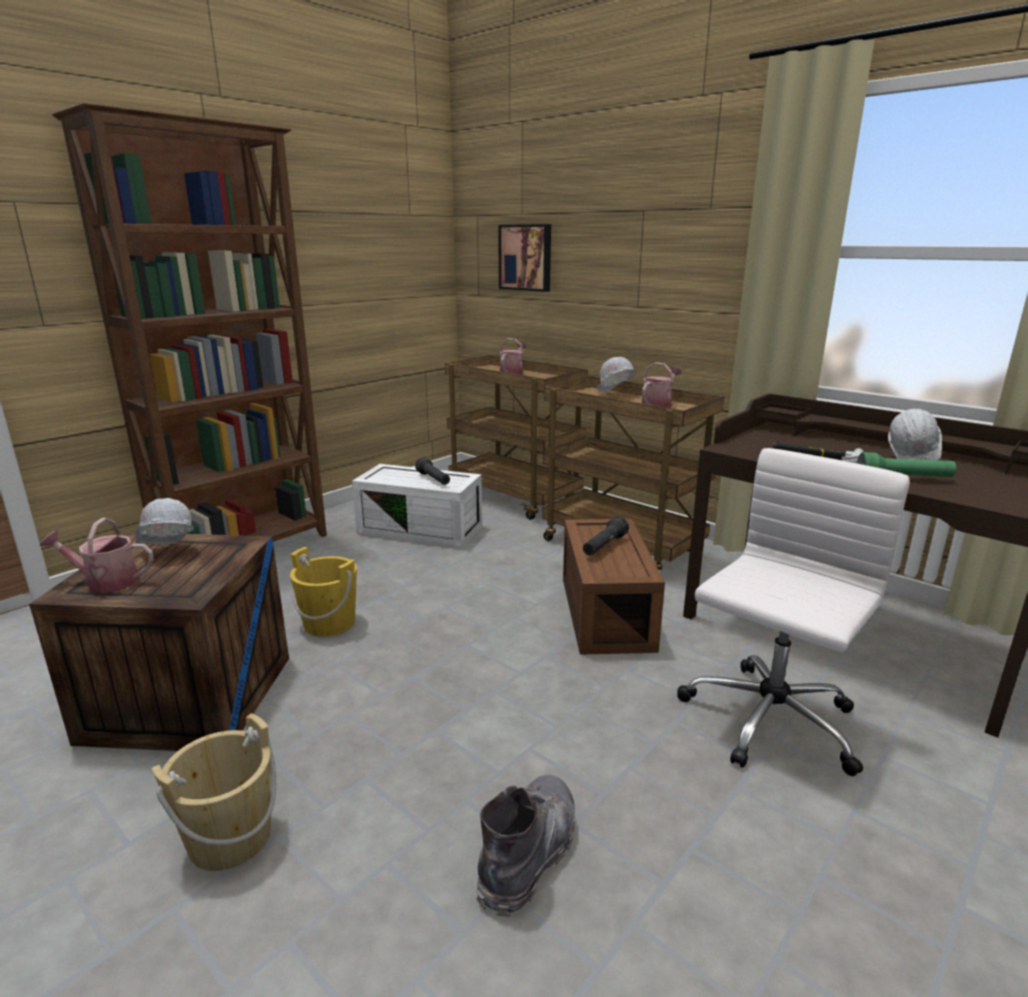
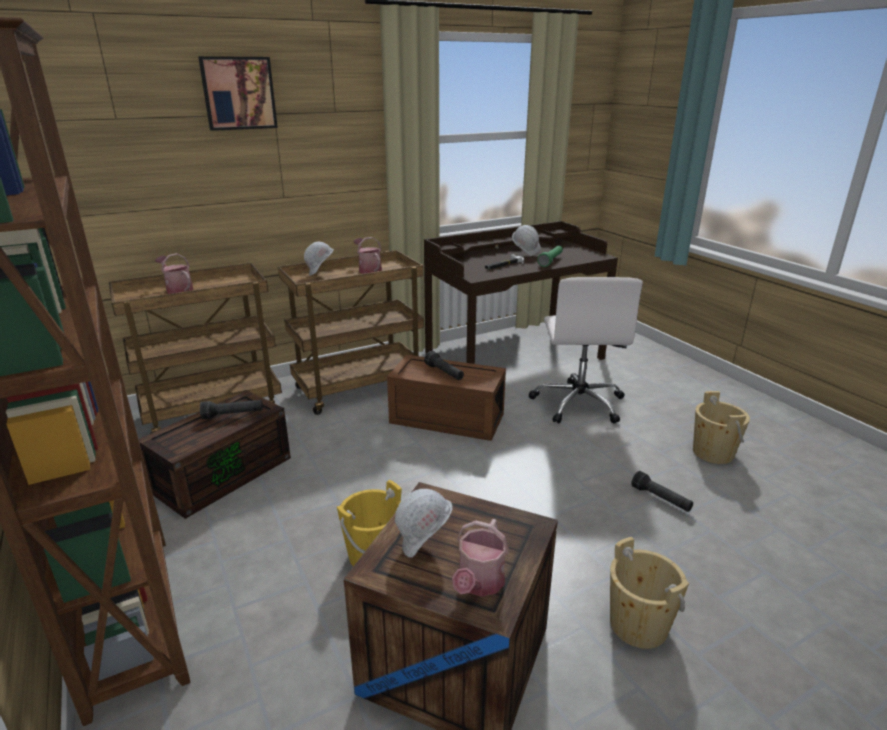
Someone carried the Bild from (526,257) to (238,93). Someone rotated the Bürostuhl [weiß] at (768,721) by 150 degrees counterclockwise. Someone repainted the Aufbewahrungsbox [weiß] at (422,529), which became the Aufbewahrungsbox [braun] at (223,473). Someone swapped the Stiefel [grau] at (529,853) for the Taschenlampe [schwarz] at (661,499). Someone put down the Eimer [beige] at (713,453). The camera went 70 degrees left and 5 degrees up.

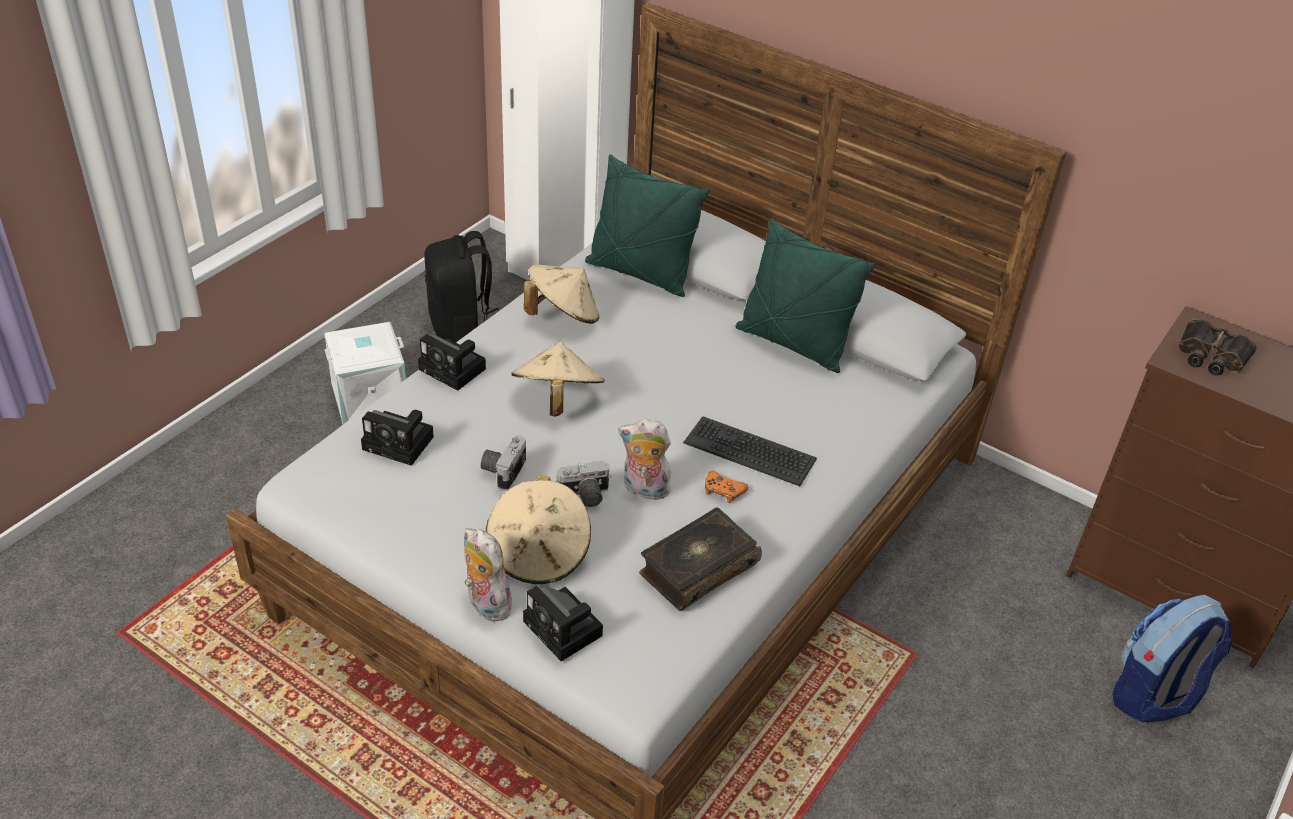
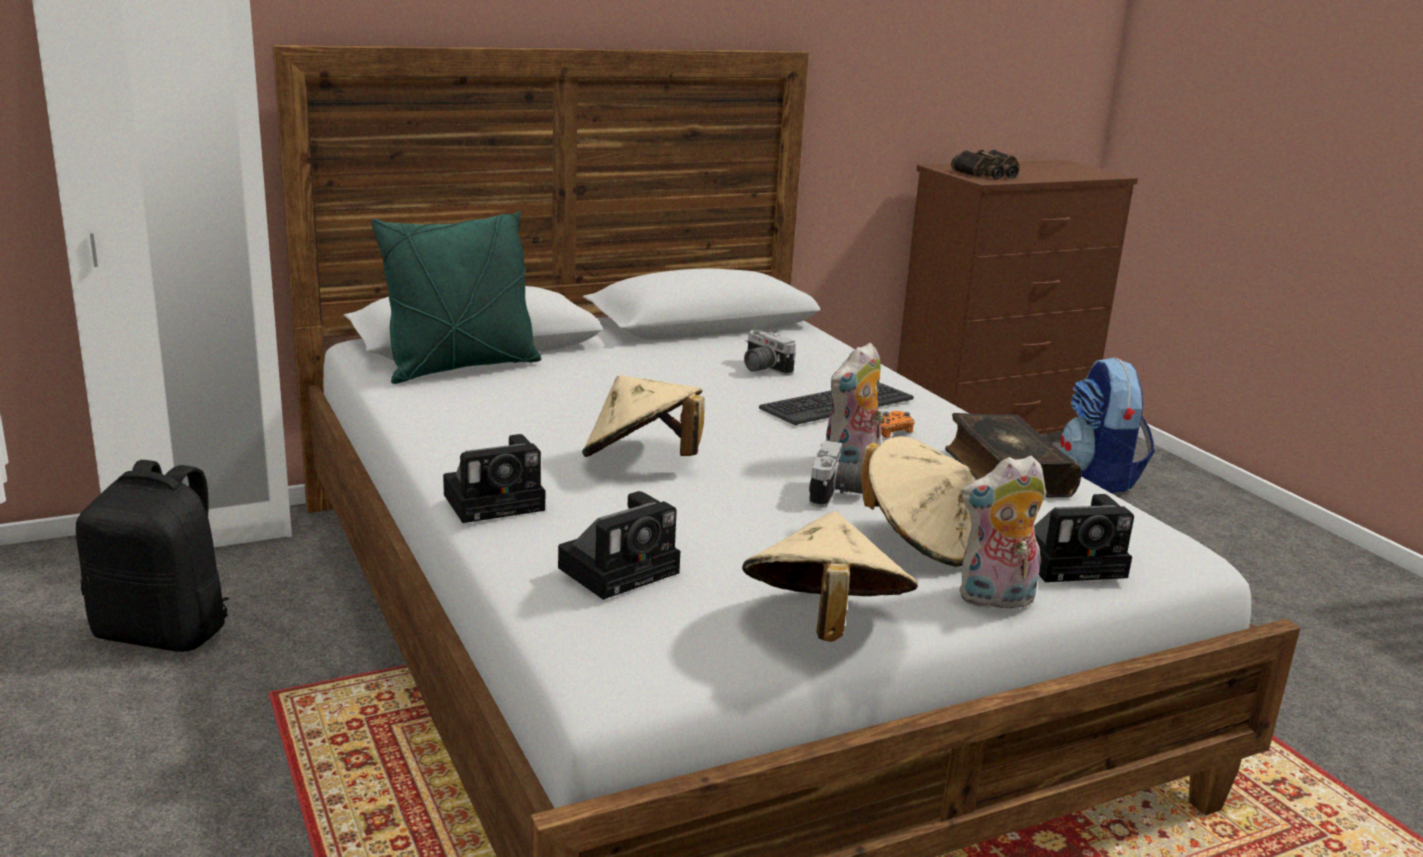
Someone took away the Kissen [grün] at (793,344). Someone carried the Hut [beige] from (563,315) to (823,625). Someone took away the Aufbewahrungsbox [weiß] at (370,397). Someone carried the Kamera from (503,470) to (761,369). The camera went 60 degrees left and 20 degrees down.

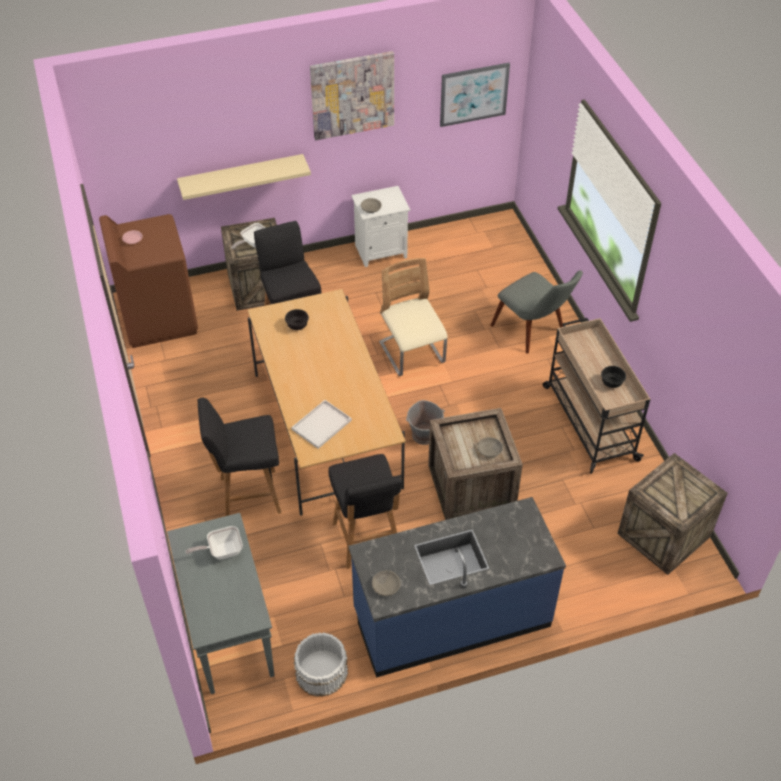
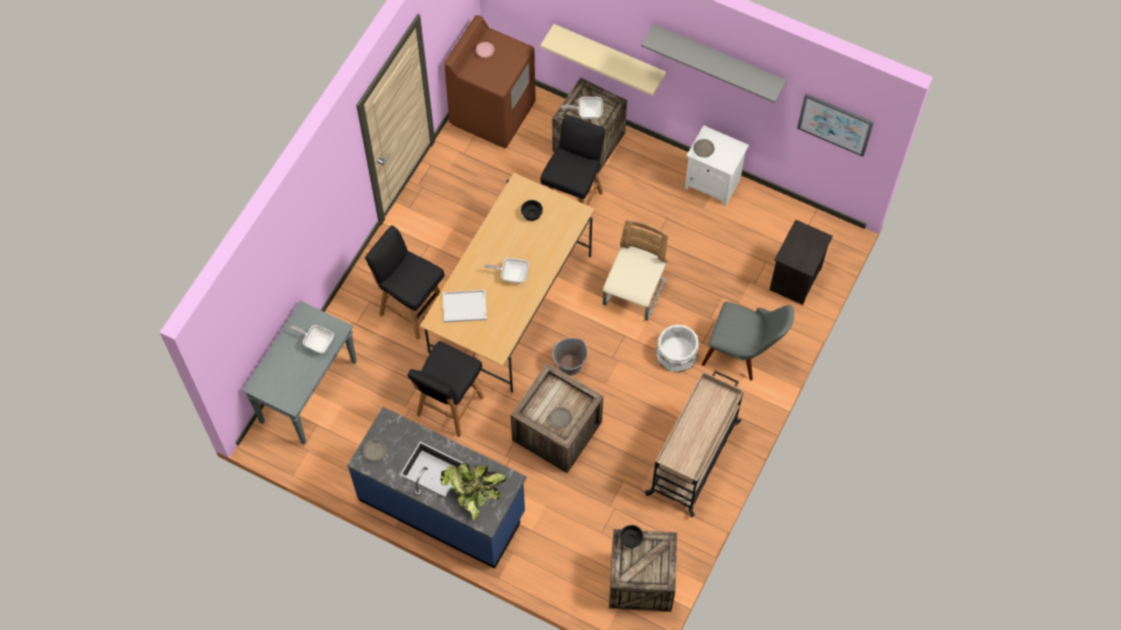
Someone swapped the Bild at (352,95) for the Wandregal [grau] at (718,59). Someone rotated the Stuhl [grau] at (534,332) by 75 degrees counterclockwise. Someone carried the Schüssel [schwarz] from (611,382) to (631,539). Someone carried the Eimer [weiß] from (321,671) to (676,353). Someone put down the Nachttisch [schwarz] at (796,280). Someone put down the Pfanne at (511,275). Someone put down the Topfpflanze at (473,494). The camera went 45 degrees right and 15 degrees up.

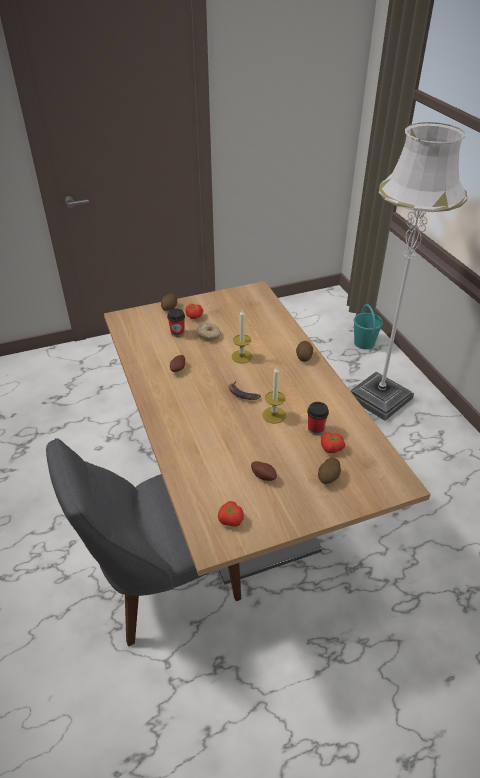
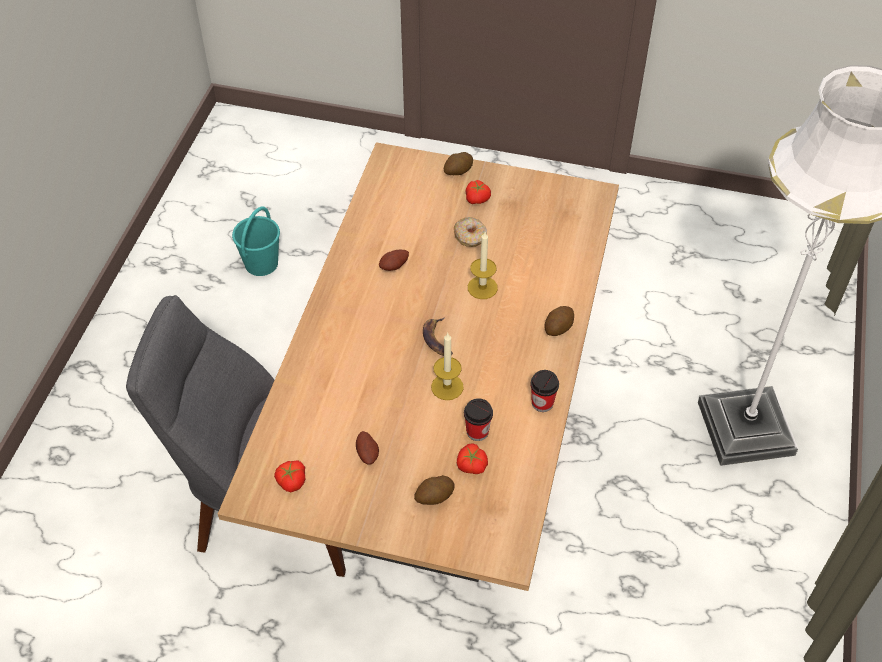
Someone carried the Eimer [türkis] from (364,343) to (262,263). Someone carried the Tasse from (177,332) to (542,403). The camera went 35 degrees right and 10 degrees up.

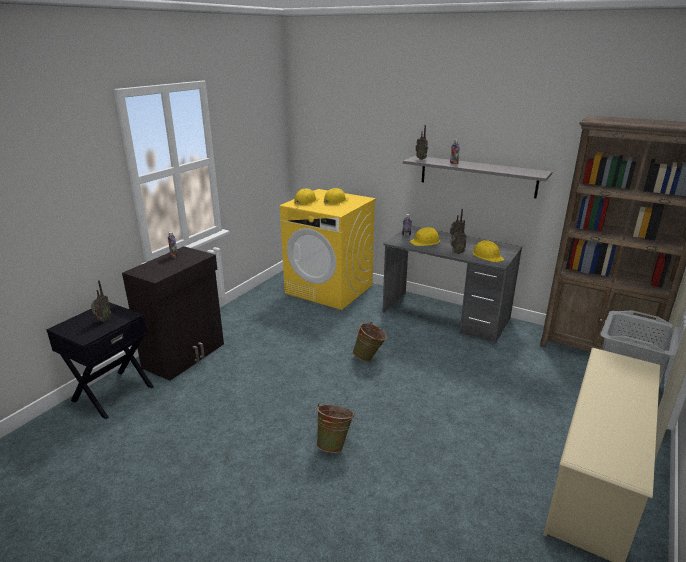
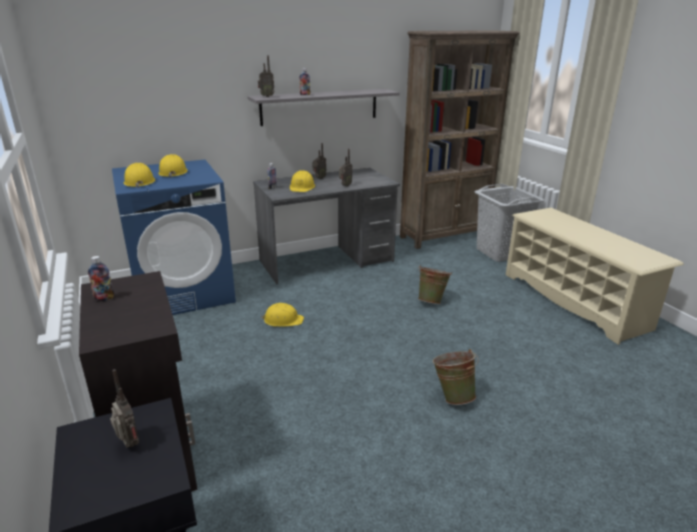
Someone repainted the Waschmaschine [gelb] at (329,289), which became the Waschmaschine [blau] at (184,292). Someone carried the Schutzhelm [gelb] from (487,256) to (283,320). Someone carried the Eimer [grün] from (370,357) to (432,301). The camera went 55 degrees left and 0 degrees up.

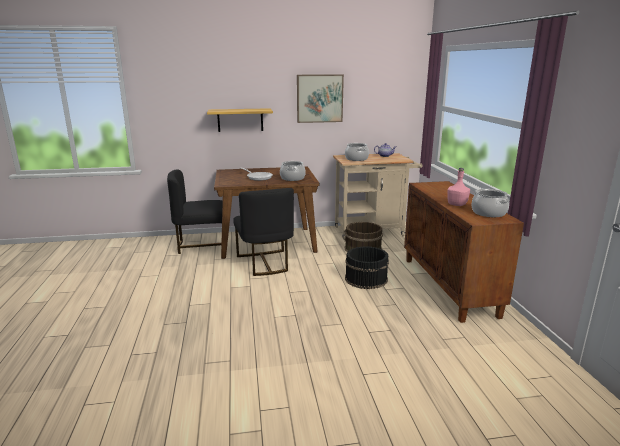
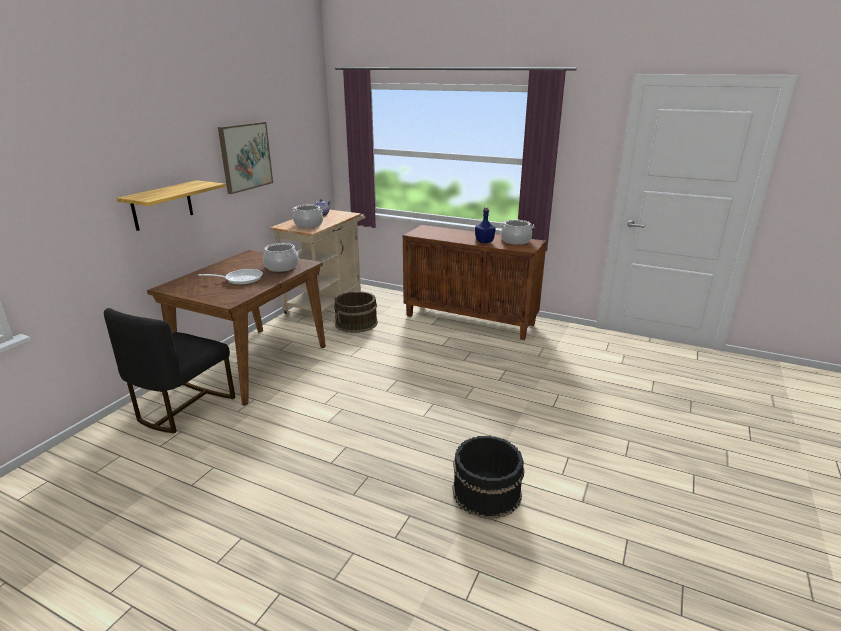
Someone repainted the Flasche [rosa] at (457,204), which became the Flasche [blau] at (484,241). Someone took away the Stuhl [schwarz] at (265,263). Someone carried the Eimer [schwarz] from (365,278) to (485,492). The camera went 55 degrees left and 5 degrees up.

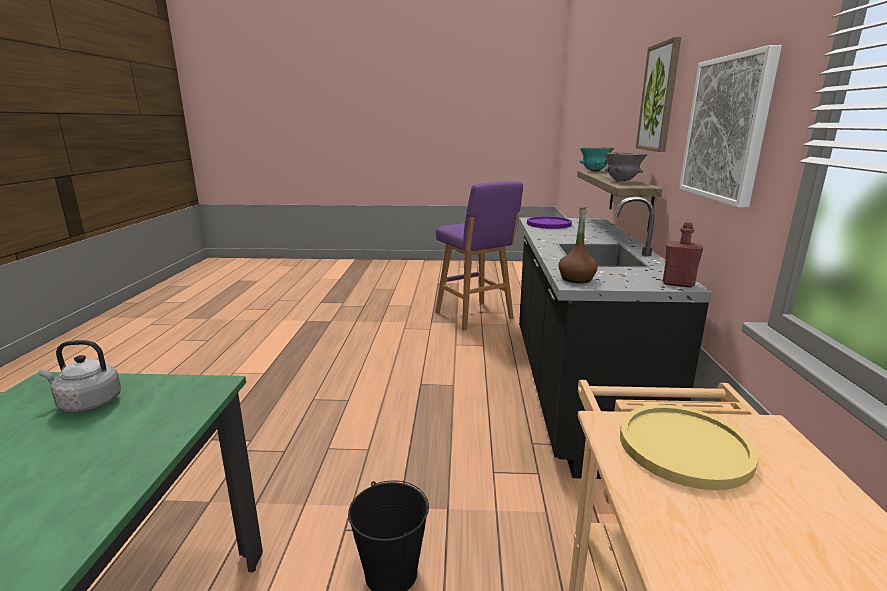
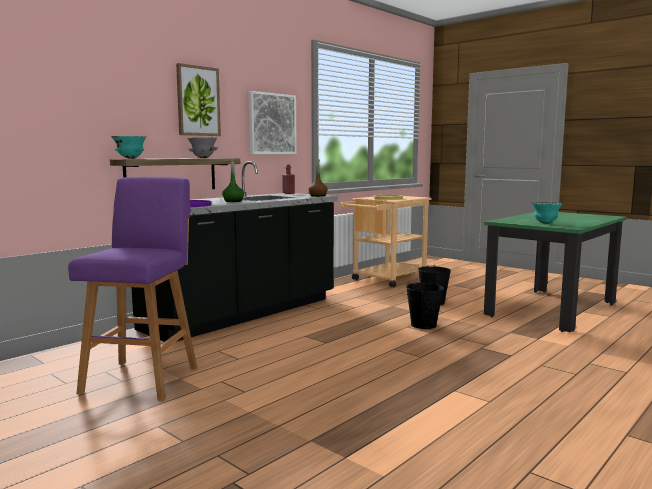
Someone swapped the Wasserkessel [grau] at (87,403) for the Schüssel [türkis] at (545,223). Someone put down the Flasche [grün] at (233,201). Someone put down the Eimer [schwarz] at (423,325). The camera went 140 degrees left and 10 degrees down.

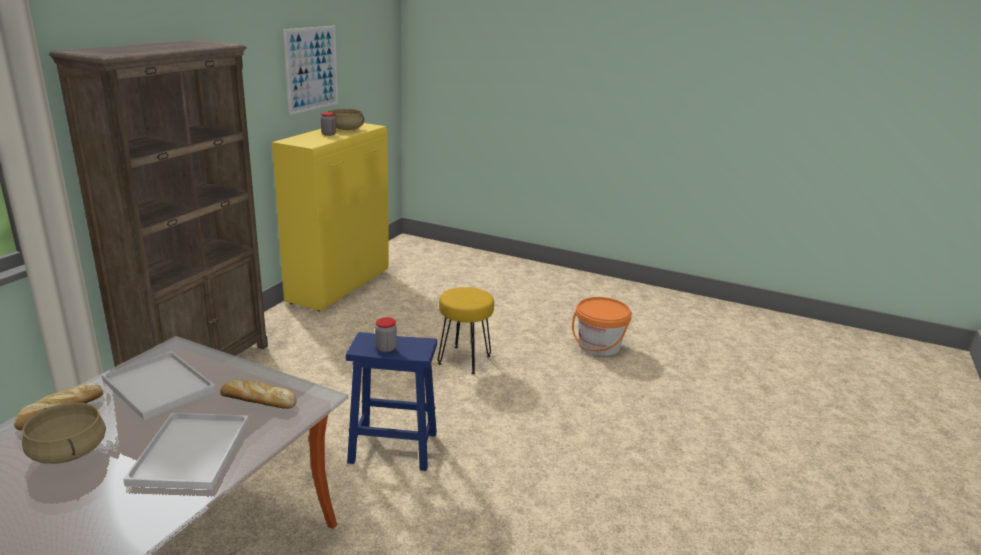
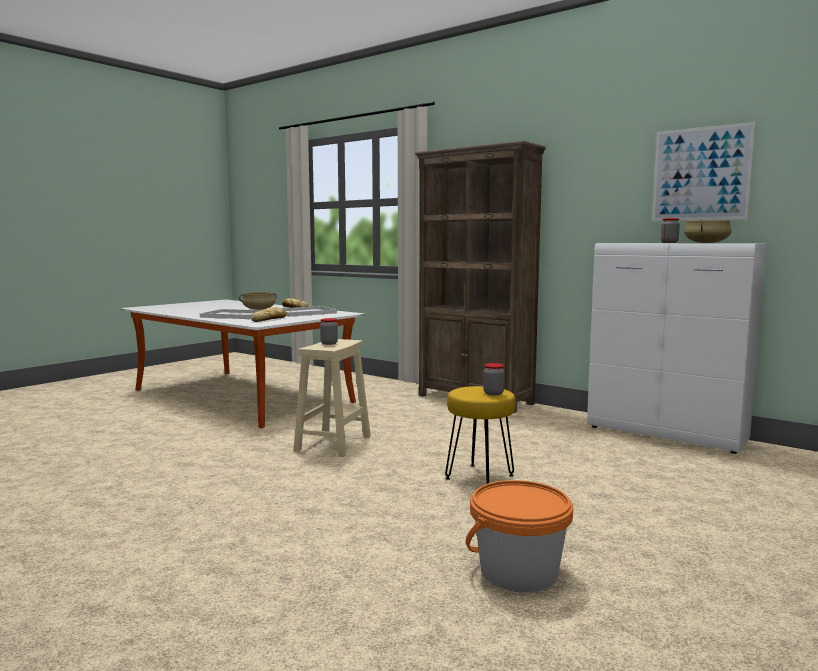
Someone repainted the Schrank [gelb] at (340,286), which became the Schrank [weiß] at (666,434). Someone repainted the Hocker [blau] at (395,447), which became the Hocker [beige] at (333,444). Someone put down the Vorratsglas at (493,393). The camera went 105 degrees right and 15 degrees down.

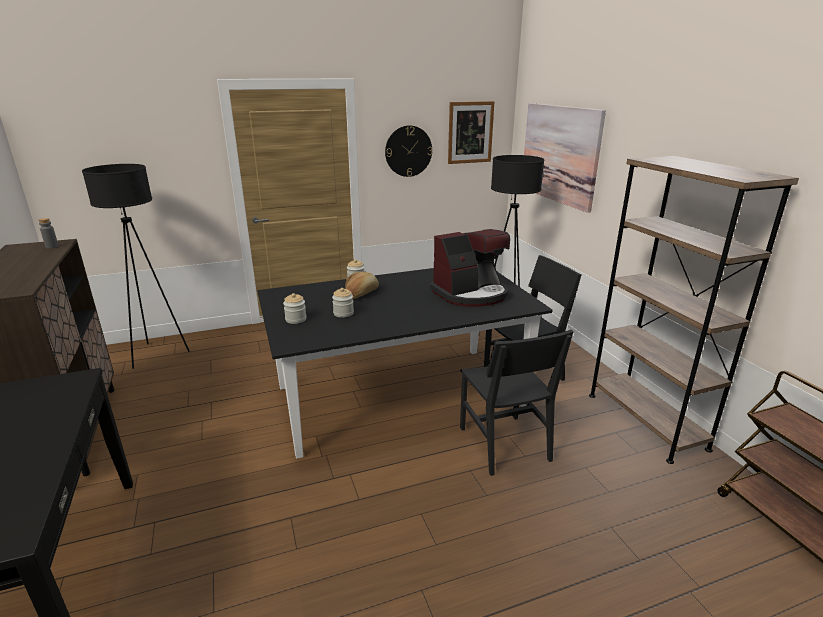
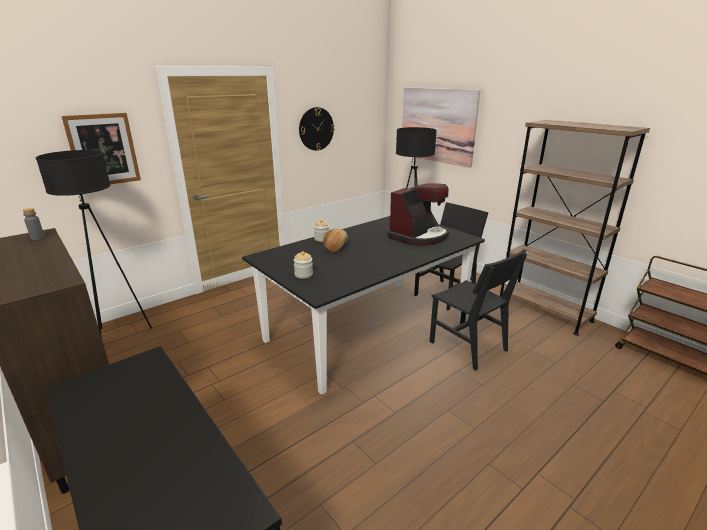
Someone carried the Bild from (470,132) to (103,150). Someone took away the Vorratsglas at (343,313). The camera went 20 degrees left and 0 degrees up.

